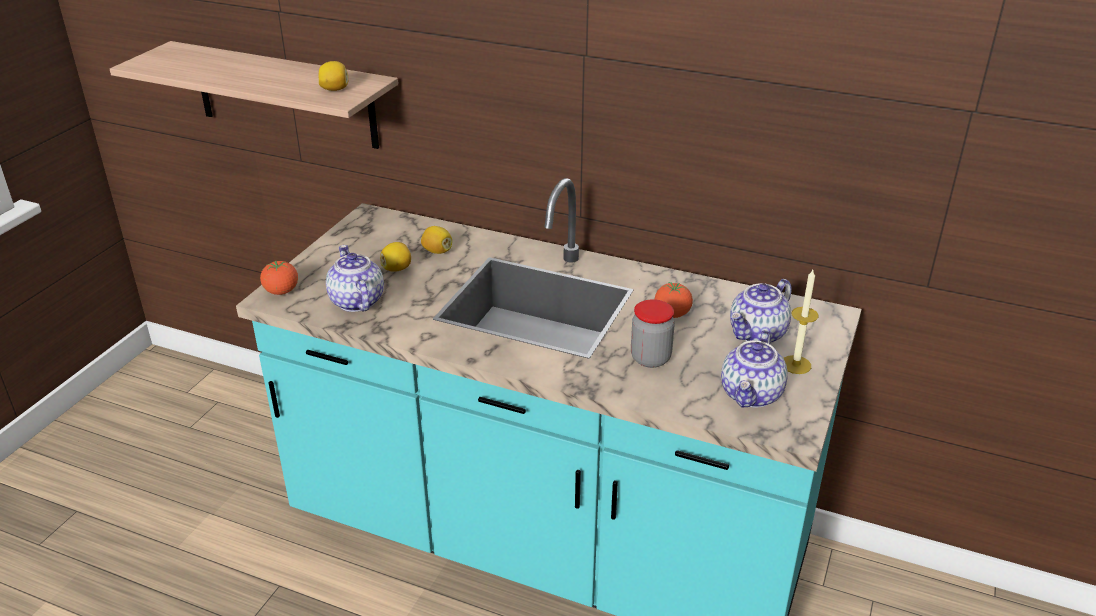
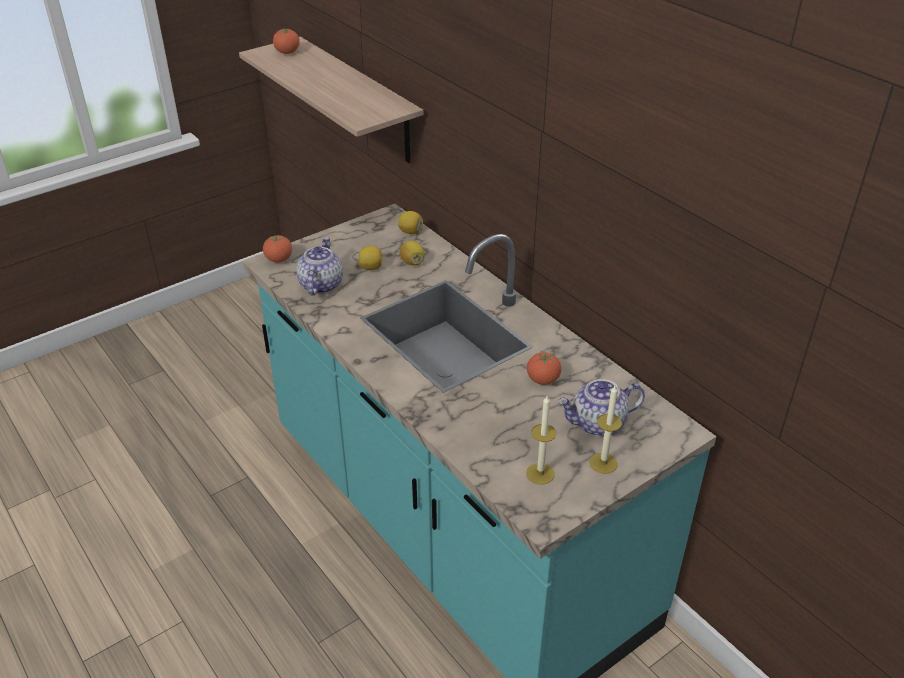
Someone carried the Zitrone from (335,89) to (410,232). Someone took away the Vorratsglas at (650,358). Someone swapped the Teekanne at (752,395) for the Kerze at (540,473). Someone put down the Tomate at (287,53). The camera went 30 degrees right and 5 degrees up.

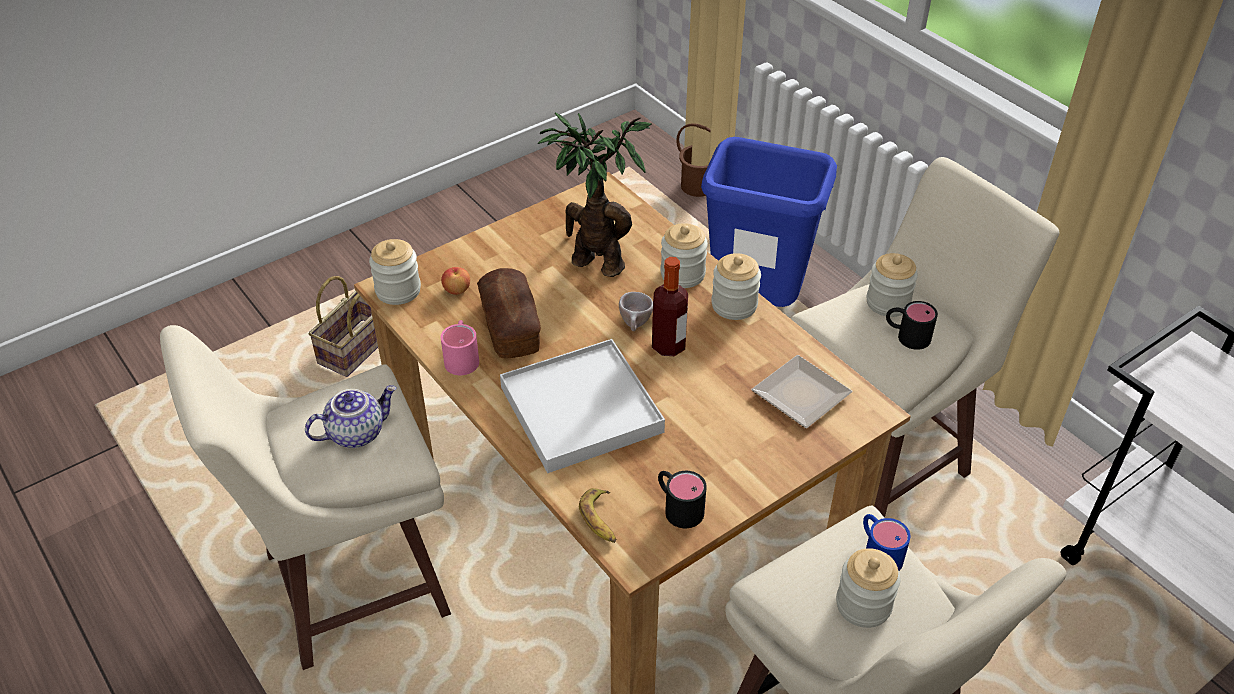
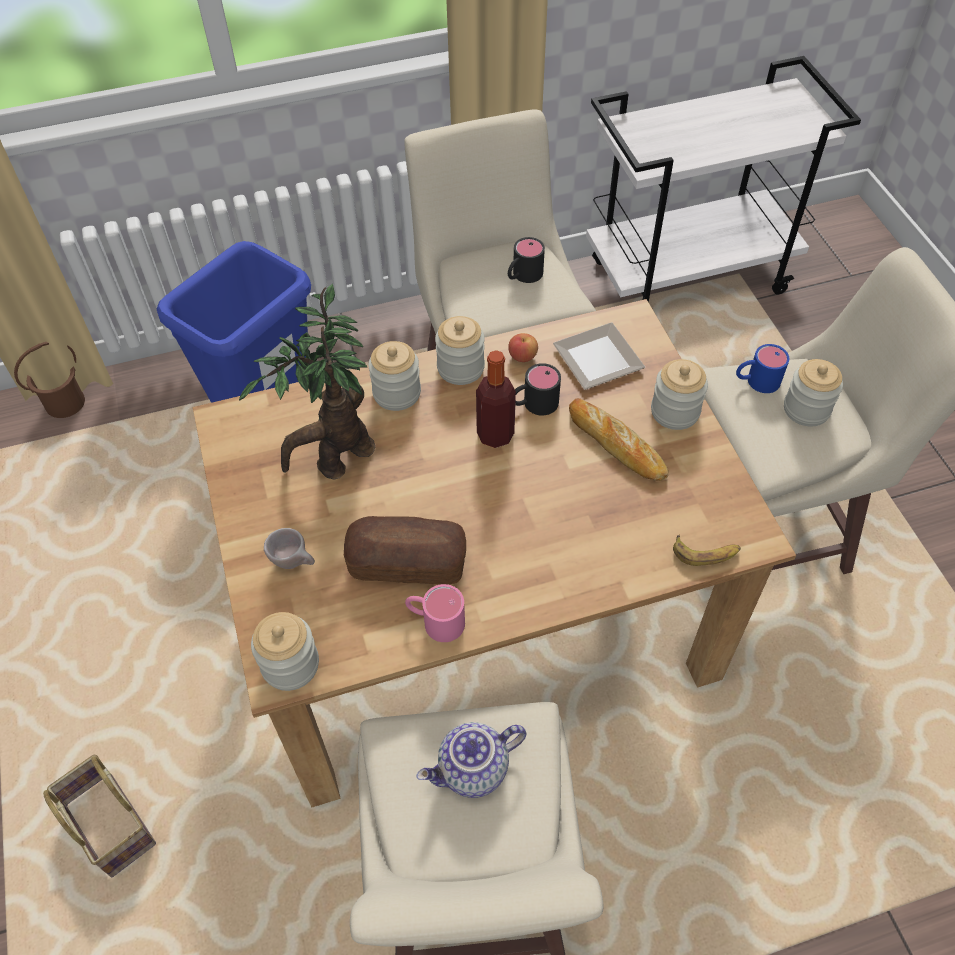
Someone carried the Vorratsglas from (888,303) to (675,411). Someone carried the Apfel from (457,290) to (522,356). Someone carried the Tasse [beige] from (635,326) to (294,562). Someone took away the Tablett [weiß] at (581,410). Someone rotated the Teekanne at (356,432) by 105 degrees counterclockwise. Someone carried the Henkelbecher [schwarz] from (678,507) to (533,404). Someone put down the Brot at (616,444). The camera went 70 degrees left and 10 degrees up.

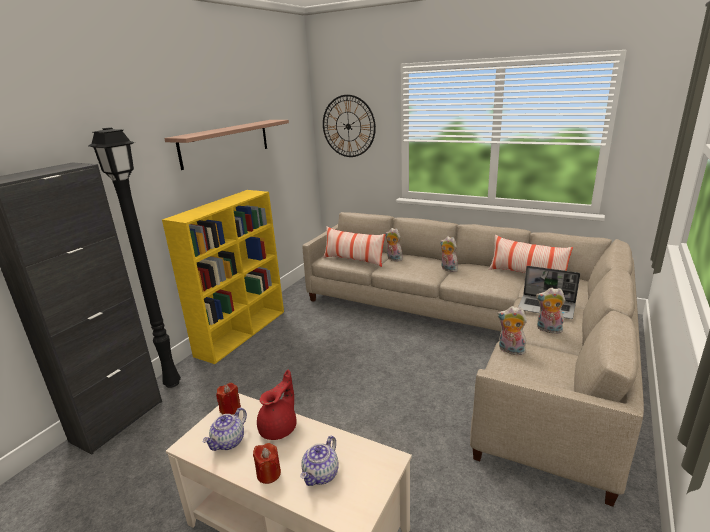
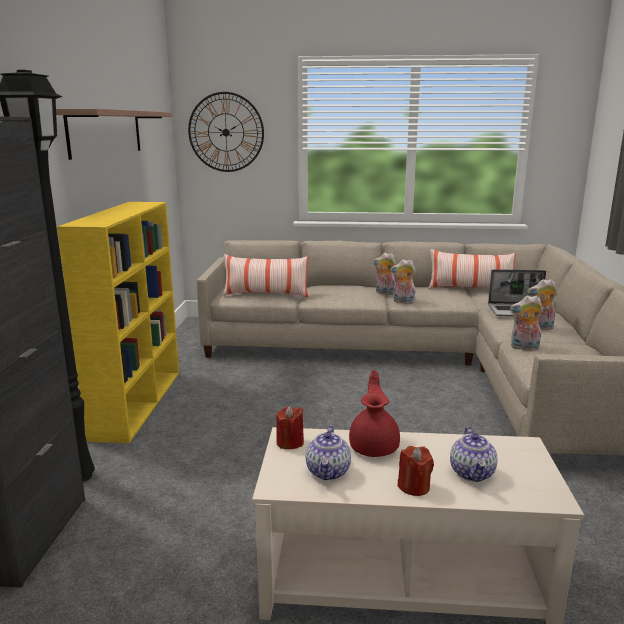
Someone carried the Plüschtier from (393,259) to (403,302). The camera went 25 degrees left and 5 degrees down.

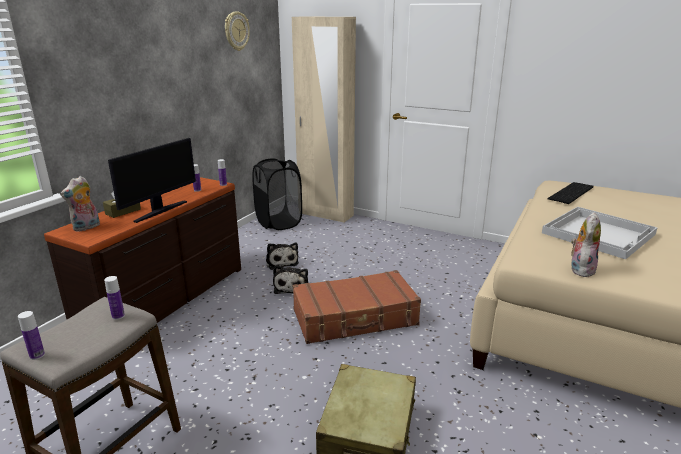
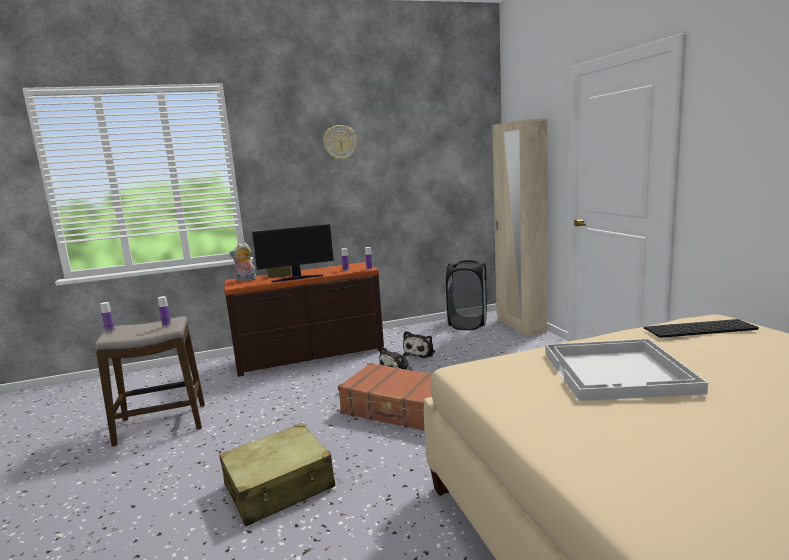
Someone carried the Wanduhr from (236,31) to (340,143). Someone took away the Plüschtier at (580,269). The camera went 45 degrees right and 10 degrees down.

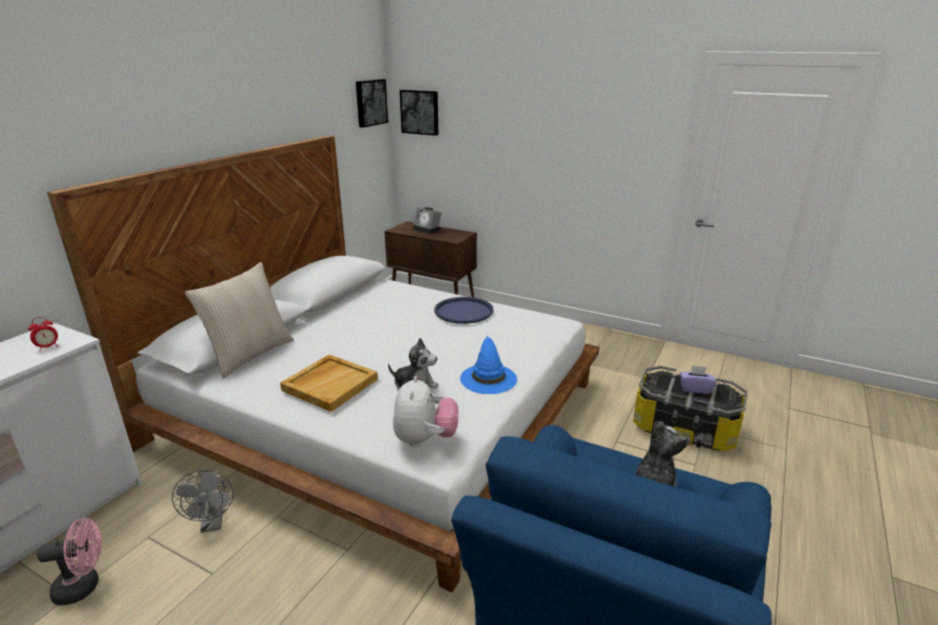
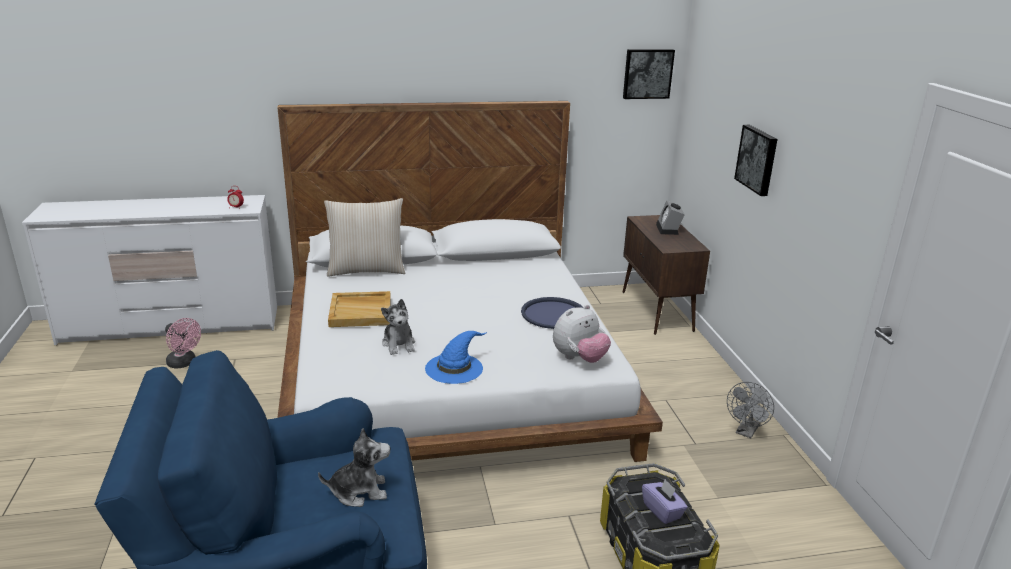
Someone carried the Bild from (420,112) to (758,159). Someone carried the Plüschtier from (425,439) to (579,359). Someone carried the Ventilator [grau] from (212,524) to (746,432). The camera went 50 degrees right and 0 degrees up.

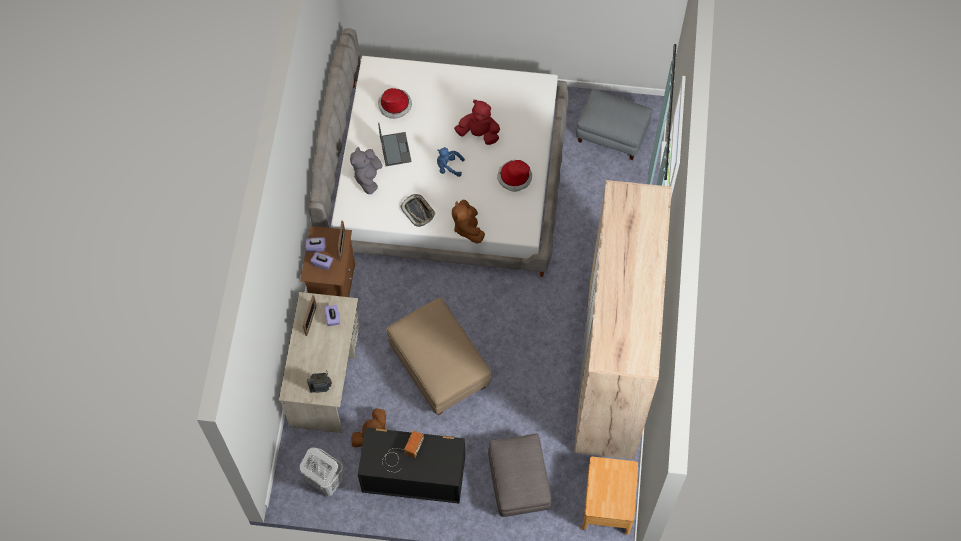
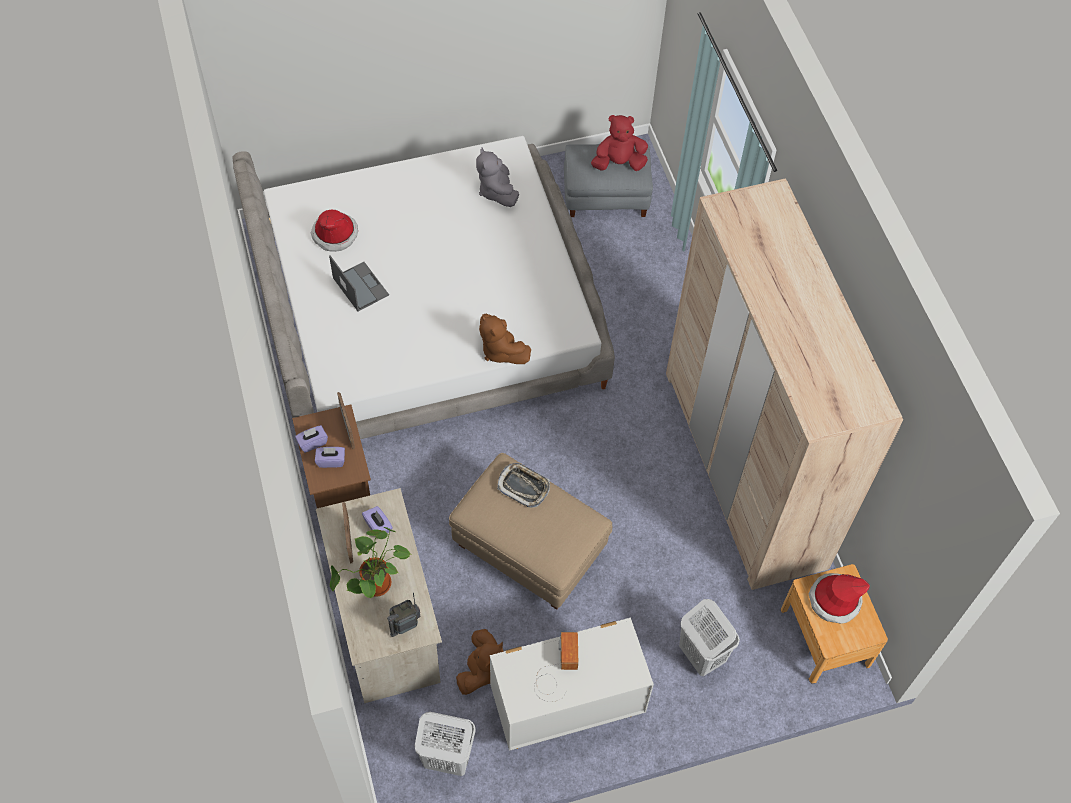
Someone carried the Plüschtier [rot] from (479,133) to (619,163). Someone carried the Plüschtier [grau] from (368,177) to (496,191). Someone took away the Plüschtier [blau] at (448,166). Someone carried the Hut from (514,177) to (834,600). Someone carried the Tablett from (418,211) to (523,486). Someone repainted the Kommode [schwarz] at (414,480), which became the Kommode [weiß] at (565,707). Someone swapped the Polsterhocker [grau] at (518,482) for the Wäschekorb [weiß] at (701,655). Someone put down the Topfpflanze at (376,587). The camera went 25 degrees left and 5 degrees down.

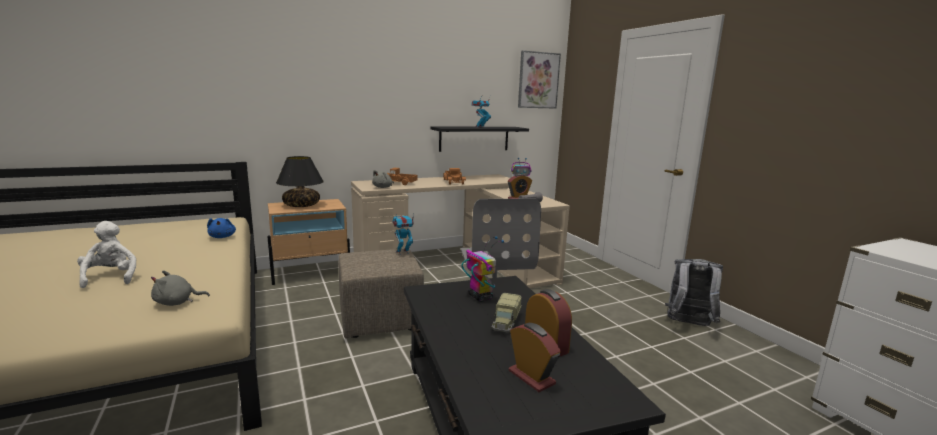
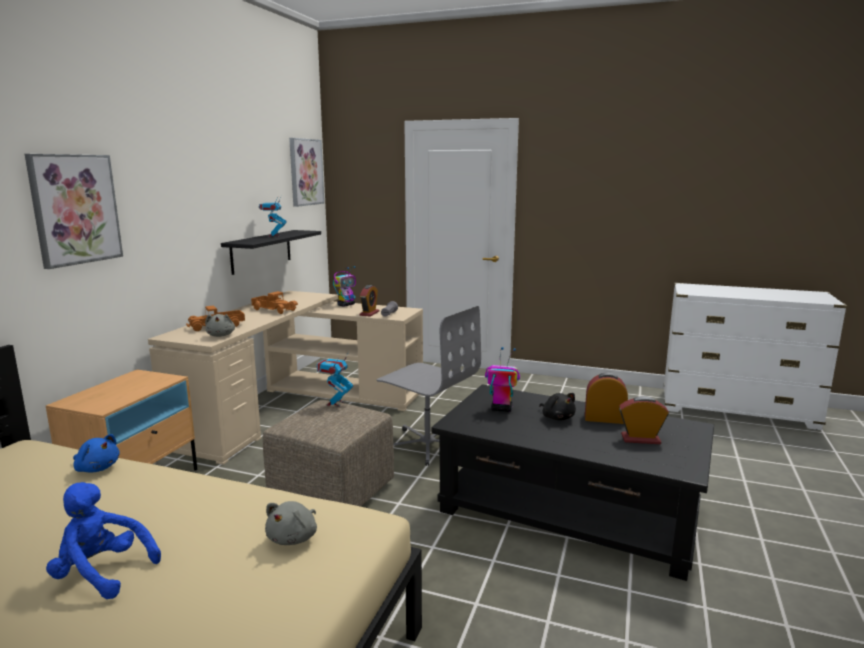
Someone took away the Tischlampe [schwarz] at (301,205). Someone repainted the Plüschtier [weiß] at (110,277), which became the Plüschtier [blau] at (102,573). Someone took away the Rucksack [grau] at (688,324). Someone swapped the Spielzeuglaster at (506,323) for the Plüschtier [schwarz] at (557,417). Someone put up the Bild at (75,209). The camera went 45 degrees left and 0 degrees up.

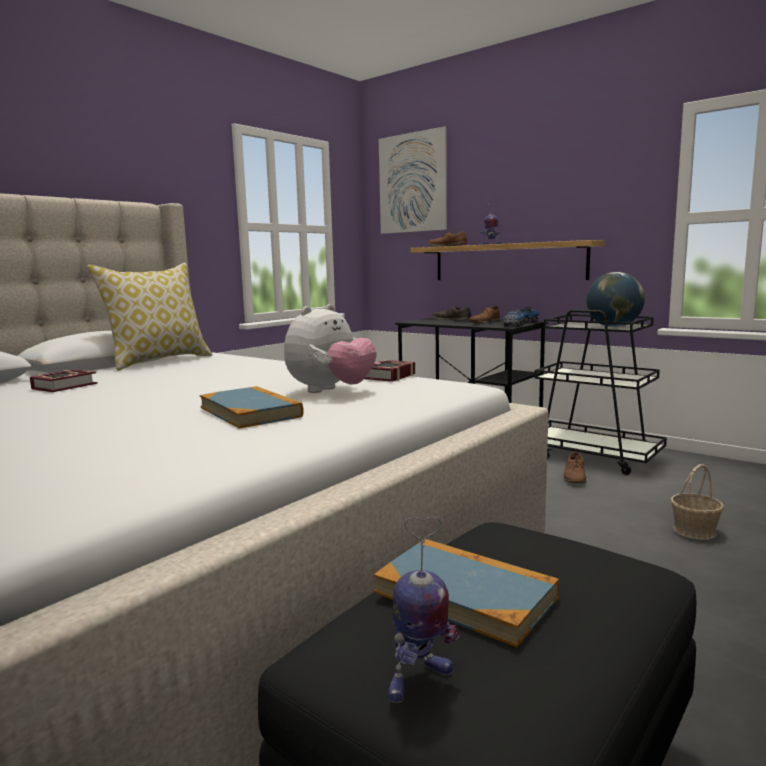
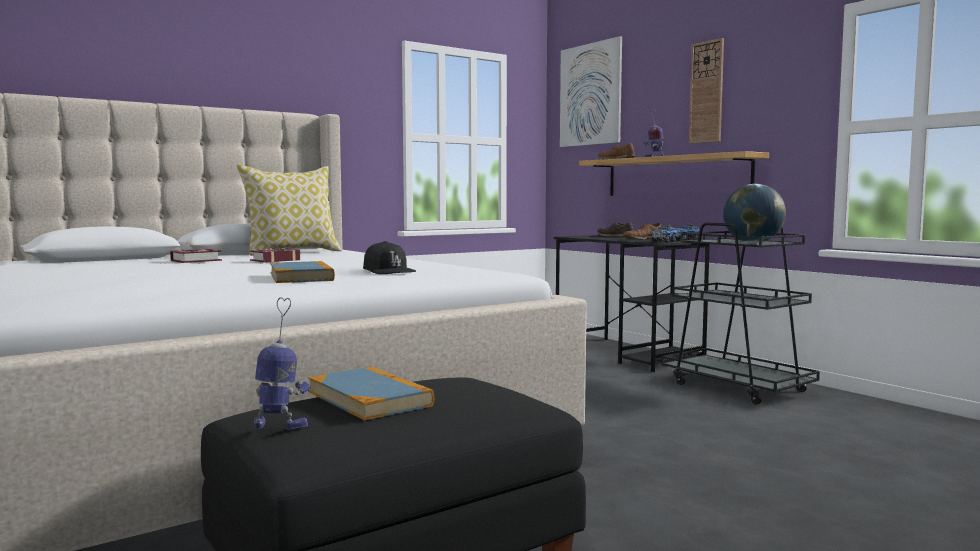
Someone swapped the Plüschtier at (330,391) for the Kappe [schwarz] at (388,271). Someone carried the Buch from (386,376) to (272,260). Someone took away the Schuh [braun] at (575,477). Someone took away the Korb at (694,531). Someone rotated the Spielzeugroboter at (418,681) by 150 degrees counterclockwise. Someone put up the Wanduhr at (706,92). The camera went 15 degrees right and 5 degrees down.

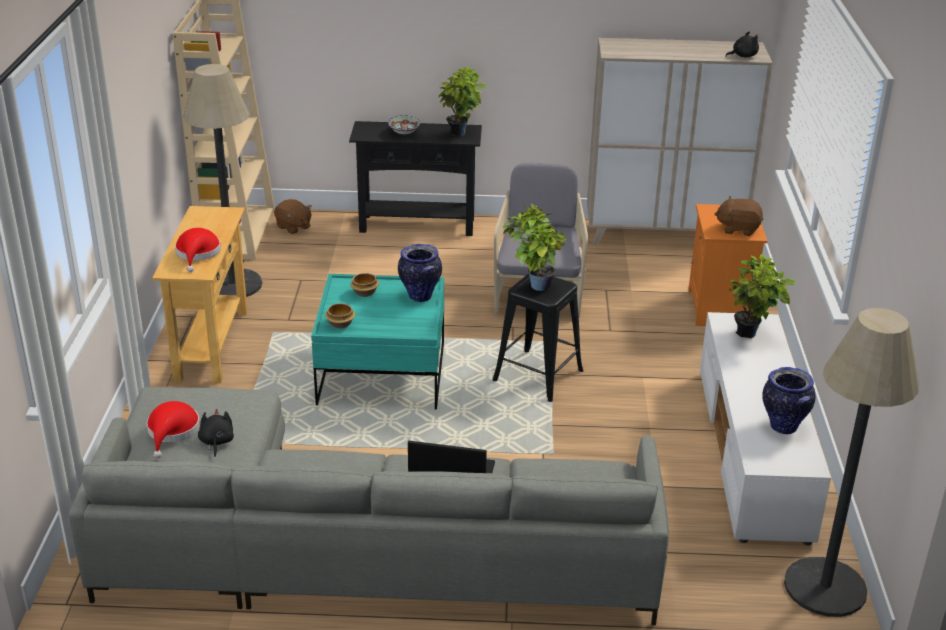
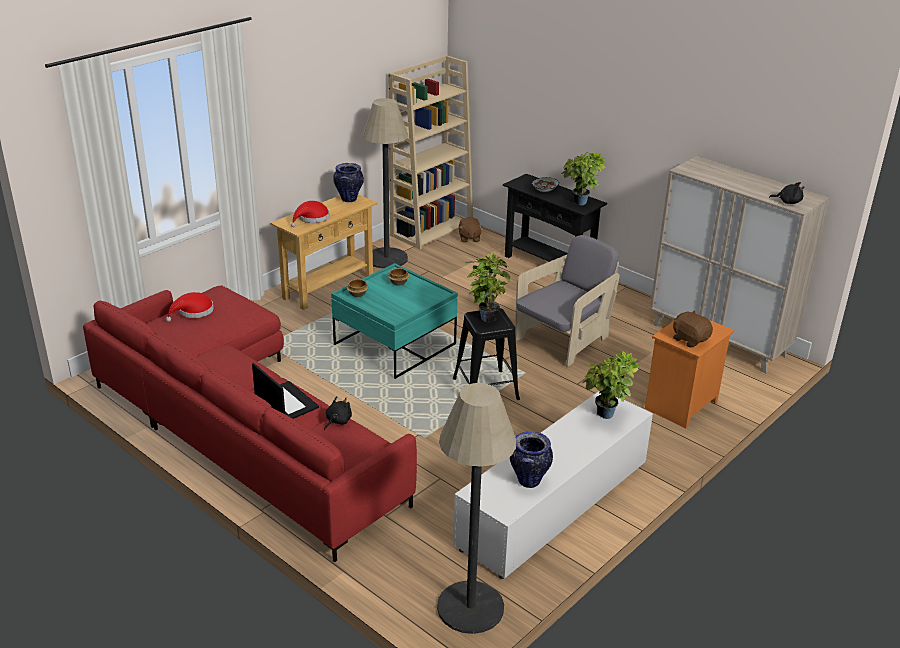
Someone carried the Vase from (419,296) to (349,199). Someone repainted the Sofa [grau] at (349,546), which became the Sofa [rot] at (242,426). Someone carried the Plüschtier [schwarz] from (216,442) to (337,421). The camera went 40 degrees right and 0 degrees up.

